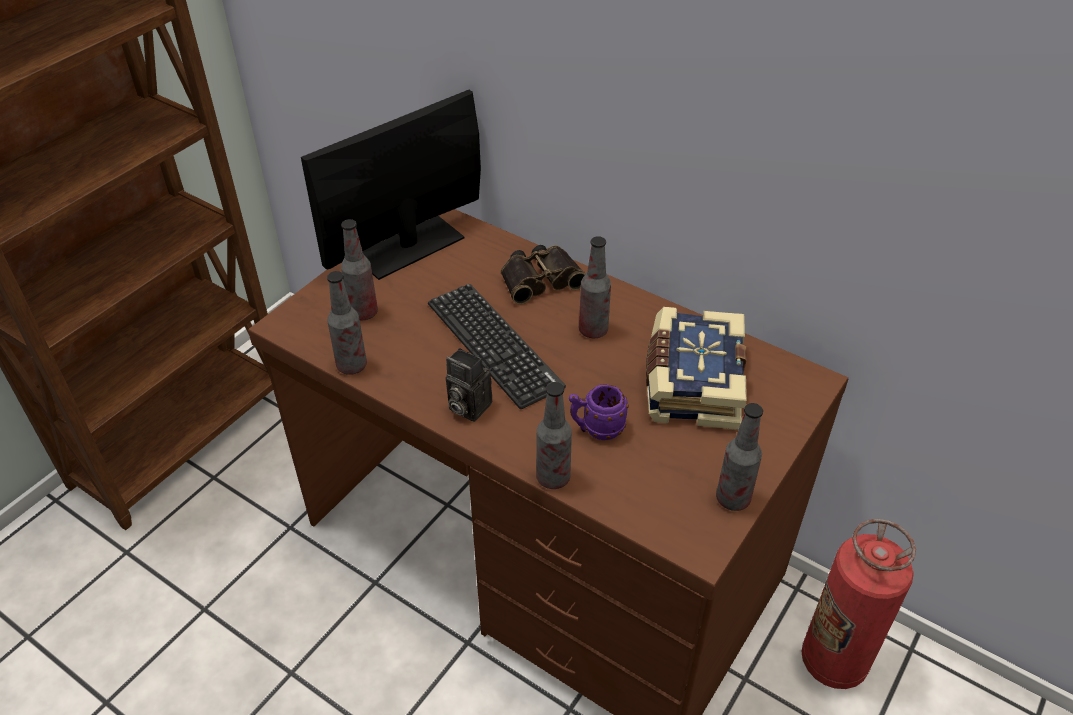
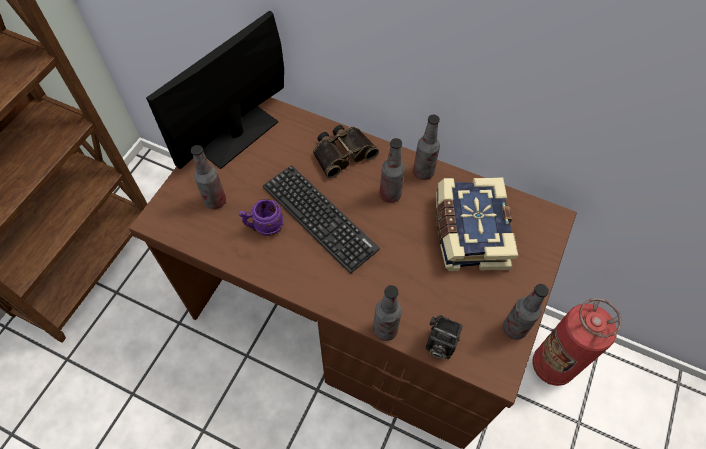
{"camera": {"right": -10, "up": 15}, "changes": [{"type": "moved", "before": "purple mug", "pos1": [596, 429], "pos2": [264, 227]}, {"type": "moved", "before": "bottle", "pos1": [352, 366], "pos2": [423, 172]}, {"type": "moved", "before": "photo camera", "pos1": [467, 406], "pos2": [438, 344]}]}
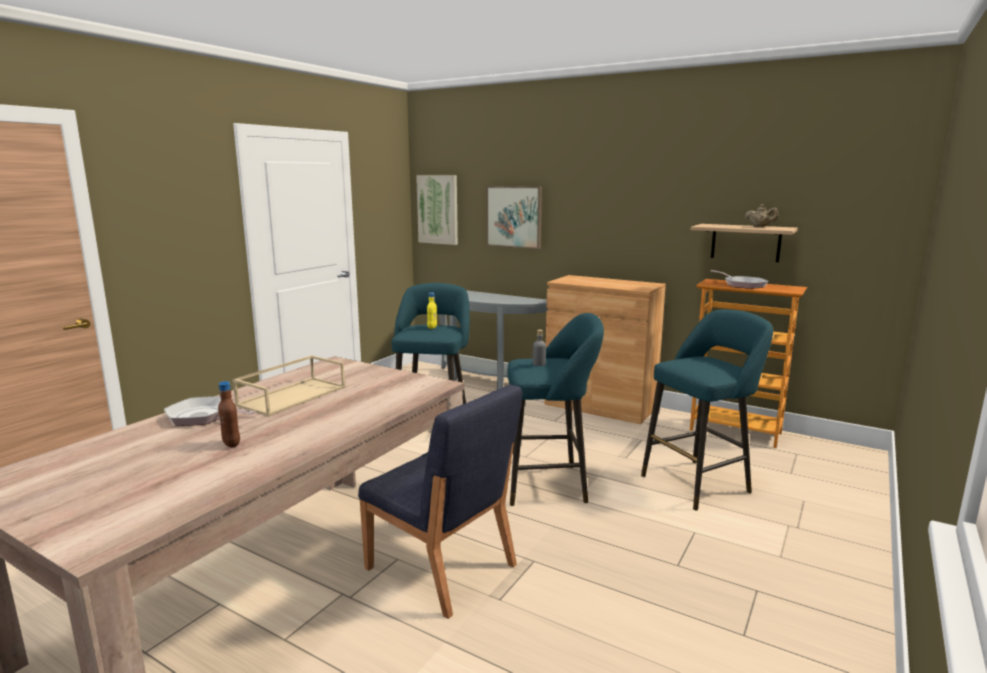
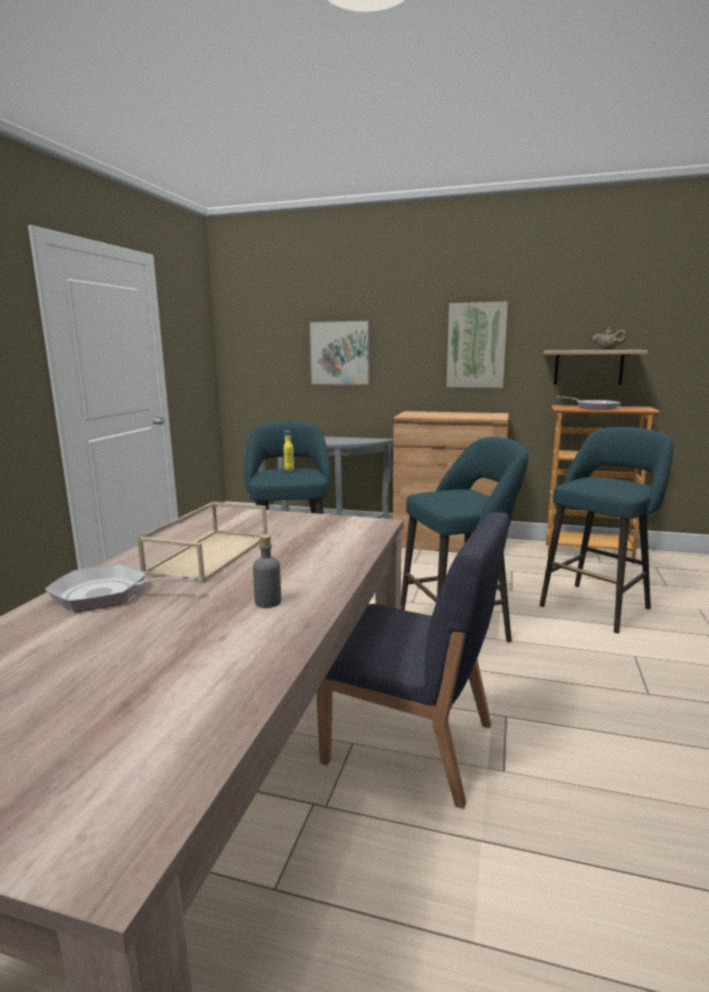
{"camera": {"right": -15, "up": 0}, "changes": [{"type": "moved", "before": "grey bottle", "pos1": [539, 364], "pos2": [268, 602]}, {"type": "moved", "before": "picture", "pos1": [438, 209], "pos2": [476, 345]}, {"type": "removed", "before": "brown bottle", "pos1": [231, 444]}]}
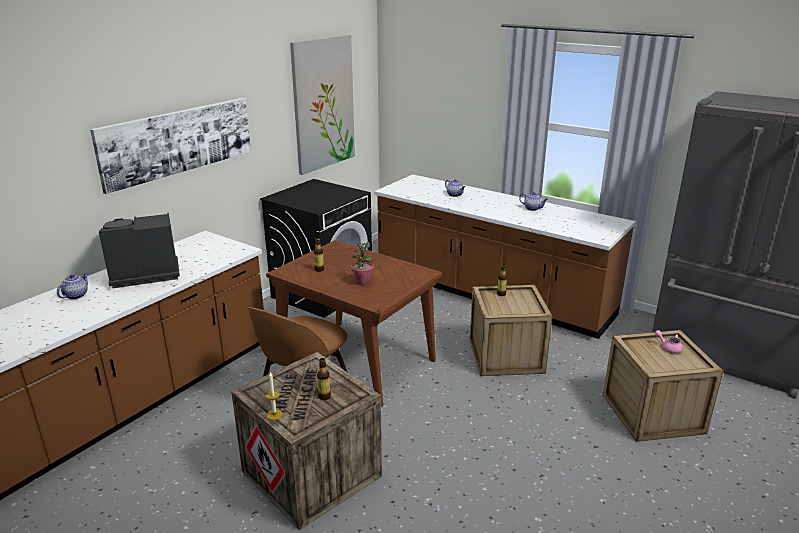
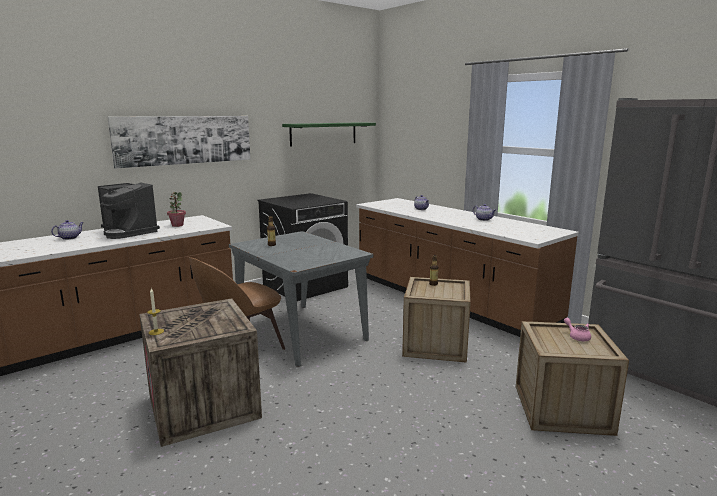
{"camera": {"right": 15, "up": -10}, "changes": [{"type": "turned", "before": "coffee machine", "pos1": [143, 275], "pos2": [129, 232], "turn": -135}, {"type": "moved", "before": "potted plant", "pos1": [362, 282], "pos2": [177, 225]}, {"type": "recoloured", "before": "brown dining table", "after": "grey dining table", "pos1": [358, 361], "pos2": [301, 332]}, {"type": "replaced", "before": "picture", "after": "green shelf", "pos1": [323, 104], "pos2": [323, 133]}, {"type": "removed", "before": "bottle", "pos1": [324, 396]}]}
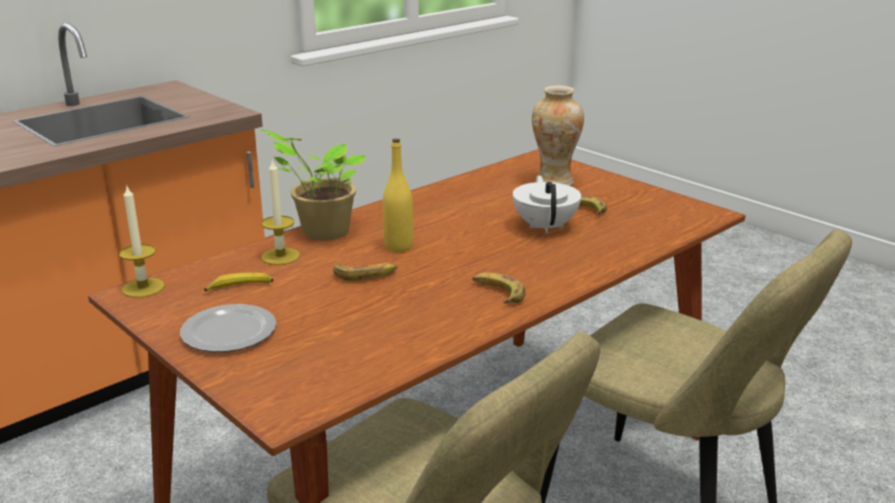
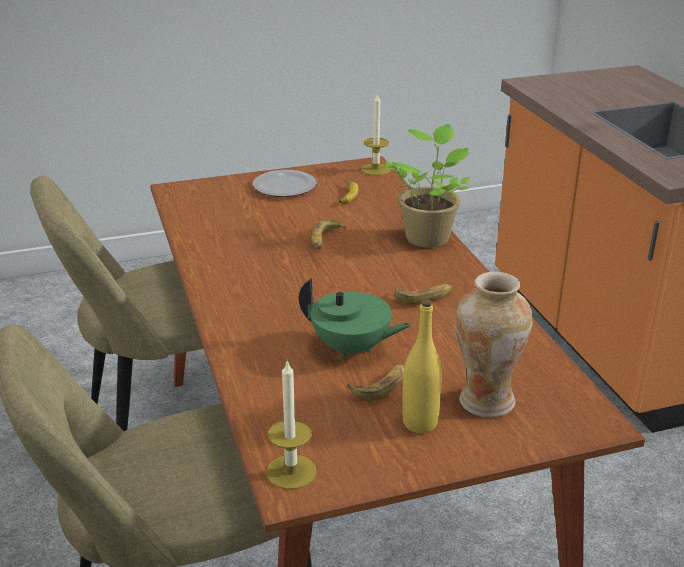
{"camera": {"right": 115, "up": 5}, "changes": [{"type": "moved", "before": "candle", "pos1": [280, 256], "pos2": [291, 472]}, {"type": "recoloured", "before": "white teapot", "after": "green teapot", "pos1": [545, 226], "pos2": [352, 348]}, {"type": "moved", "before": "banana", "pos1": [497, 293], "pos2": [424, 297]}, {"type": "moved", "before": "yellow bottle", "pos1": [398, 247], "pos2": [420, 423]}]}
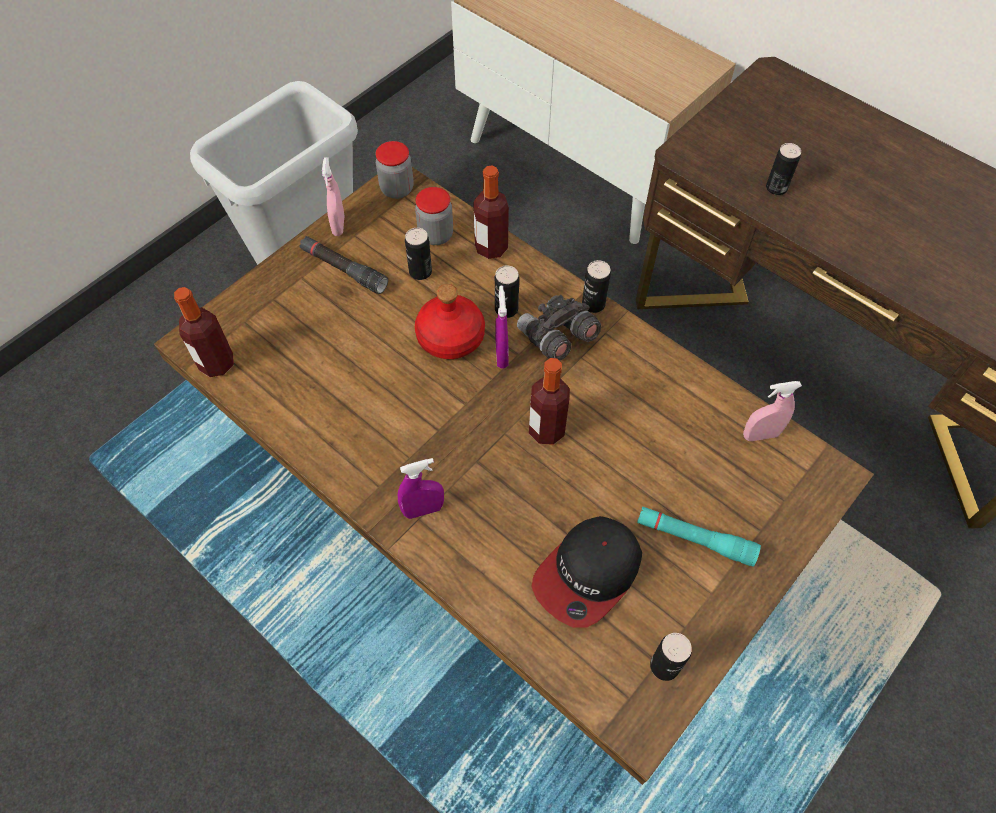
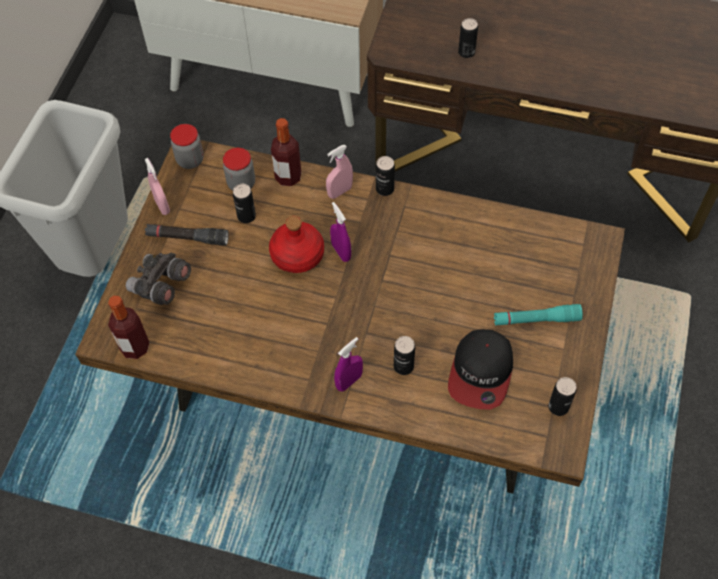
{"camera": {"right": -25, "up": 0}, "changes": [{"type": "moved", "before": "grey binoculars", "pos1": [556, 338], "pos2": [161, 286]}, {"type": "moved", "before": "pink spray bottle", "pos1": [760, 435], "pos2": [340, 192]}, {"type": "moved", "before": "can", "pos1": [506, 309], "pos2": [403, 366]}, {"type": "removed", "before": "bottle", "pos1": [546, 430]}]}
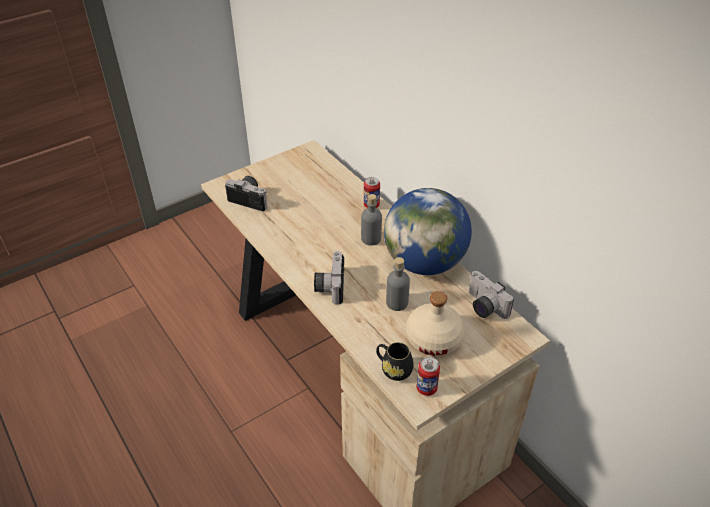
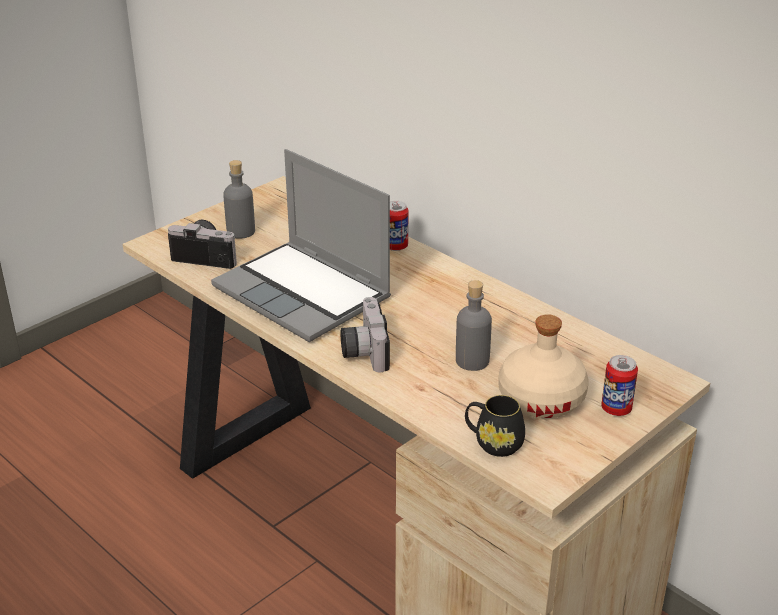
{"camera": {"right": -10, "up": -10}, "changes": [{"type": "added", "after": "laptop", "pos2": [305, 293]}, {"type": "moved", "before": "grey bottle", "pos1": [371, 238], "pos2": [241, 231]}, {"type": "moved", "before": "can", "pos1": [426, 388], "pos2": [616, 409]}, {"type": "removed", "before": "globe", "pos1": [424, 262]}, {"type": "removed", "before": "photo camera", "pos1": [483, 306]}]}
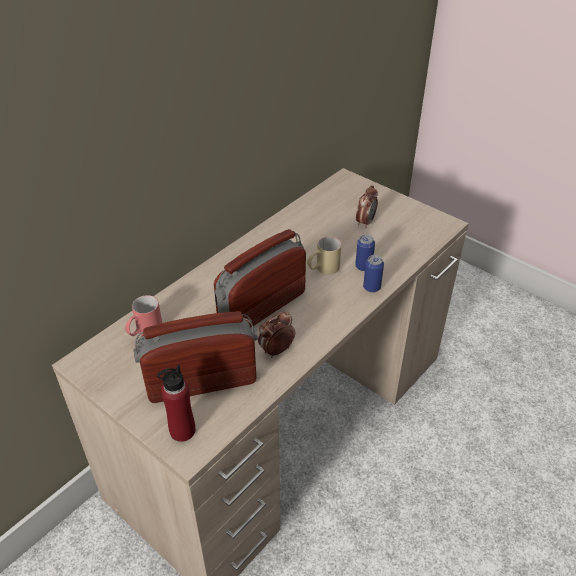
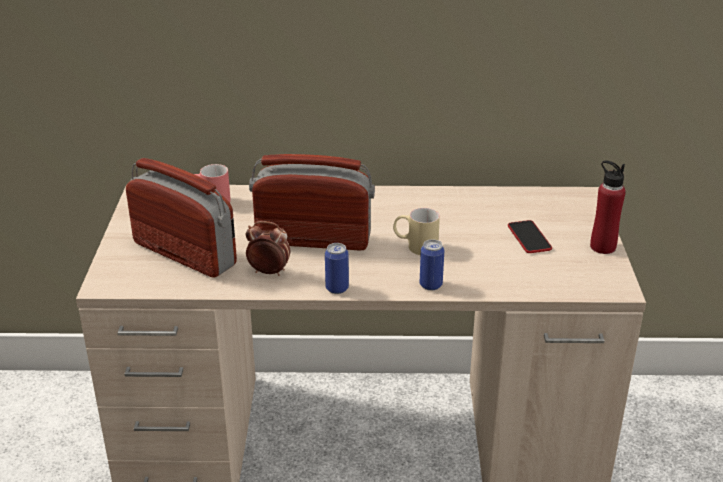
{"camera": {"right": 50, "up": -10}, "changes": [{"type": "moved", "before": "can", "pos1": [363, 266], "pos2": [337, 288]}, {"type": "replaced", "before": "alarm clock", "after": "phone", "pos1": [365, 222], "pos2": [529, 238]}, {"type": "moved", "before": "red bottle", "pos1": [182, 431], "pos2": [602, 247]}]}
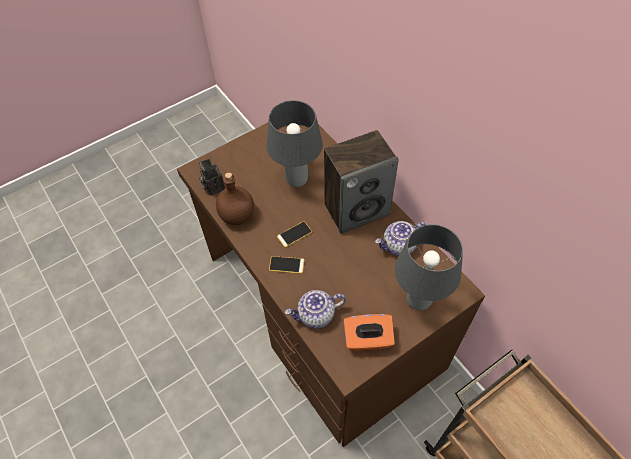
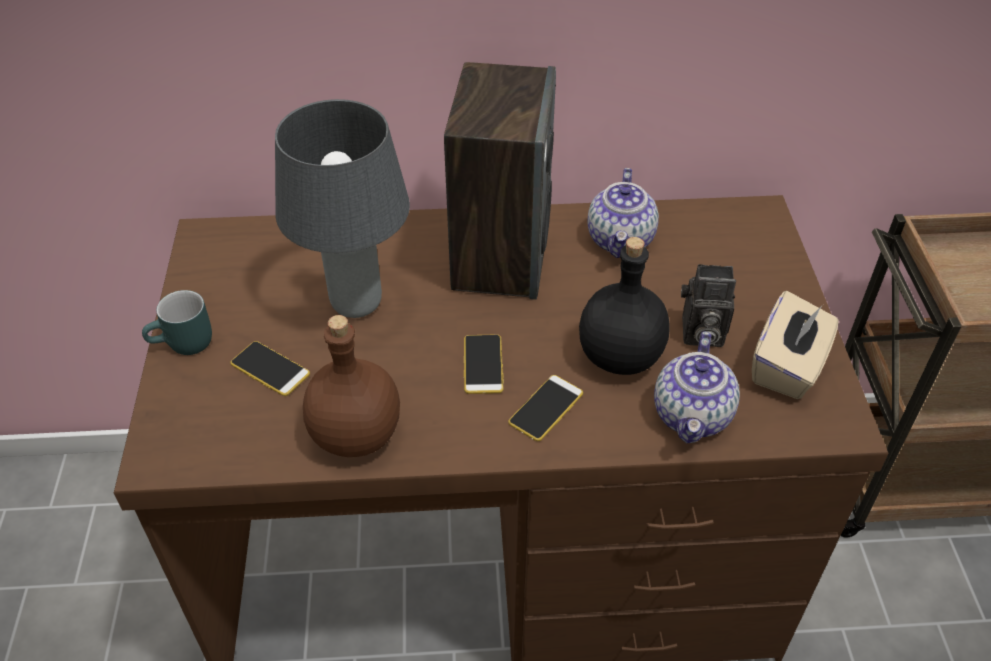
{"camera": {"right": -60, "up": -10}, "changes": [{"type": "added", "after": "turquoise mug", "pos2": [184, 345]}, {"type": "added", "after": "phone", "pos2": [270, 369]}, {"type": "added", "after": "black bottle", "pos2": [618, 356]}, {"type": "moved", "before": "photo camera", "pos1": [213, 186], "pos2": [700, 334]}, {"type": "recoloured", "before": "orange tissue box", "after": "beige tissue box", "pos1": [367, 340], "pos2": [788, 367]}, {"type": "removed", "before": "grey table lamp", "pos1": [418, 301]}]}
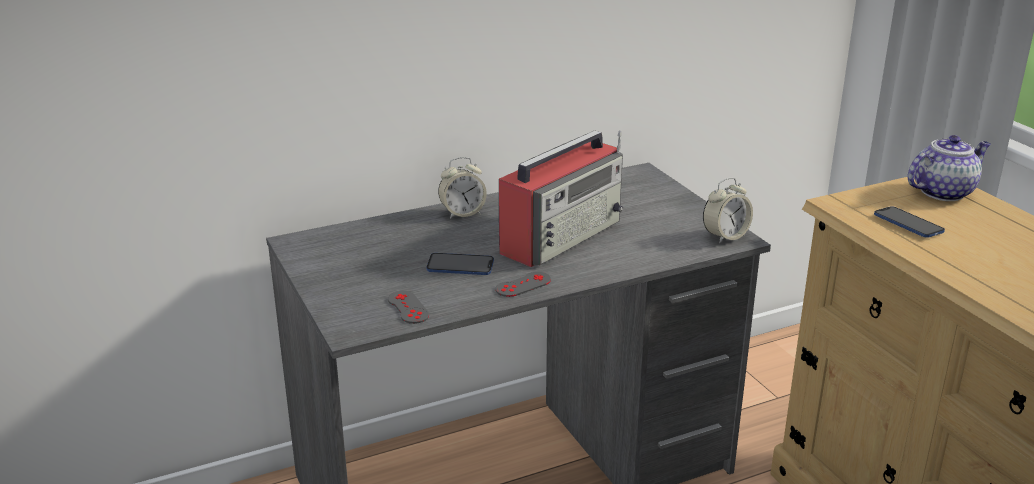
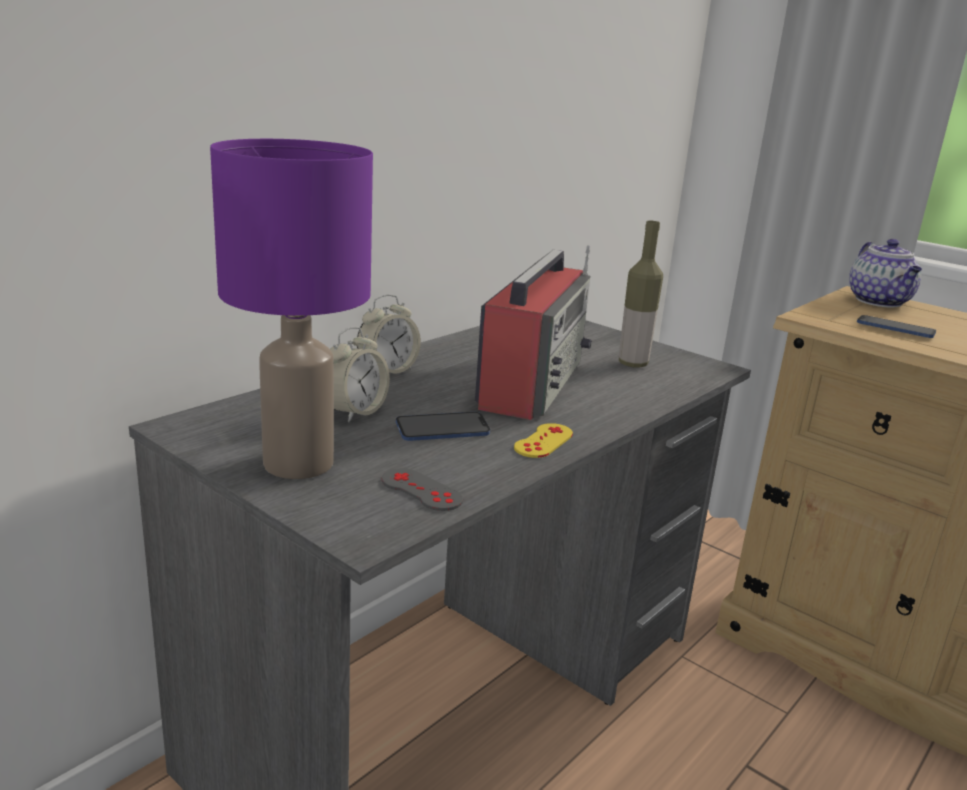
{"camera": {"right": -25, "up": -5}, "changes": [{"type": "added", "after": "purple table lamp", "pos2": [298, 464]}, {"type": "moved", "before": "alarm clock", "pos1": [725, 236], "pos2": [355, 412]}, {"type": "recoloured", "before": "grey game controller", "after": "yellow game controller", "pos1": [523, 285], "pos2": [543, 441]}, {"type": "added", "after": "bottle", "pos2": [633, 364]}, {"type": "turned", "before": "teapot", "pos1": [943, 192], "pos2": [880, 302], "turn": 135}]}
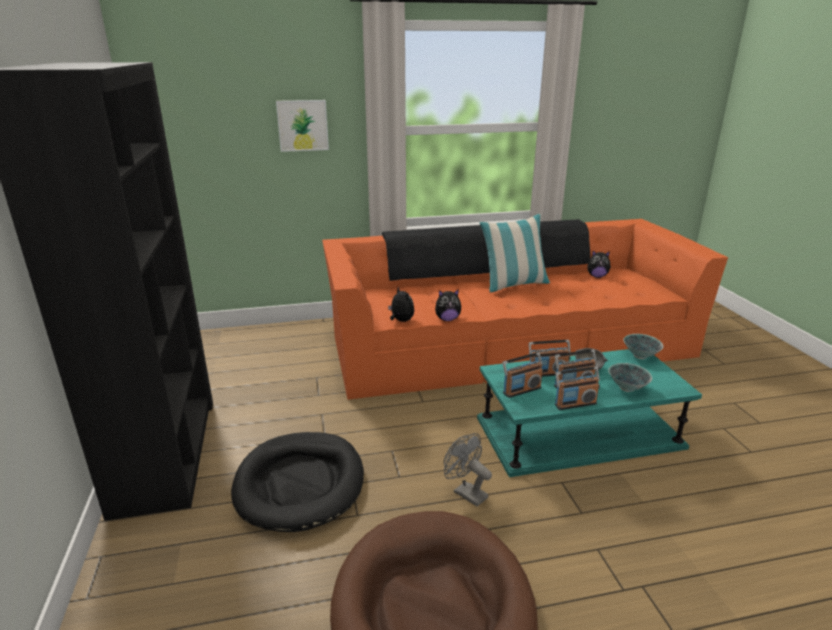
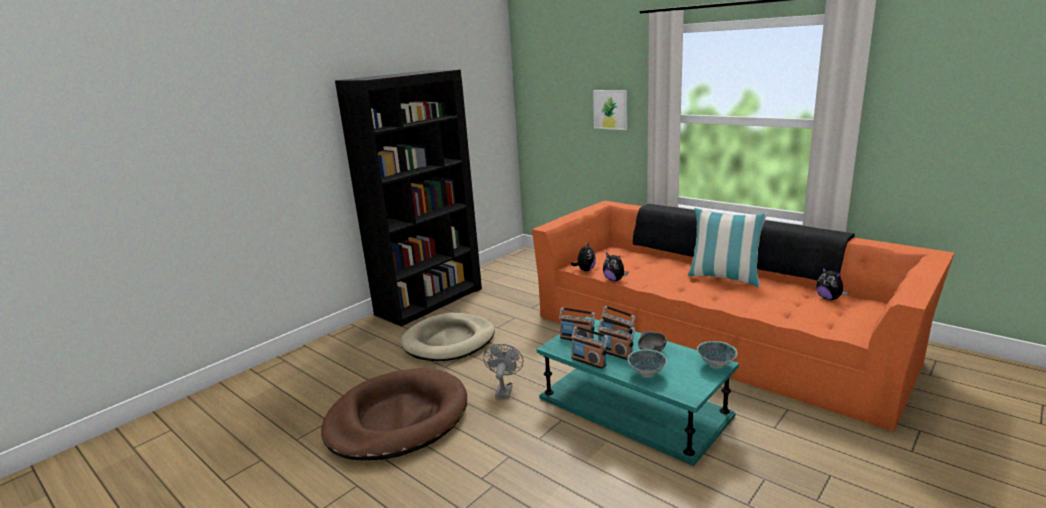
{"camera": {"right": 55, "up": -5}, "changes": [{"type": "recoloured", "before": "black dog bed", "after": "beige dog bed", "pos1": [300, 484], "pos2": [449, 341]}]}
